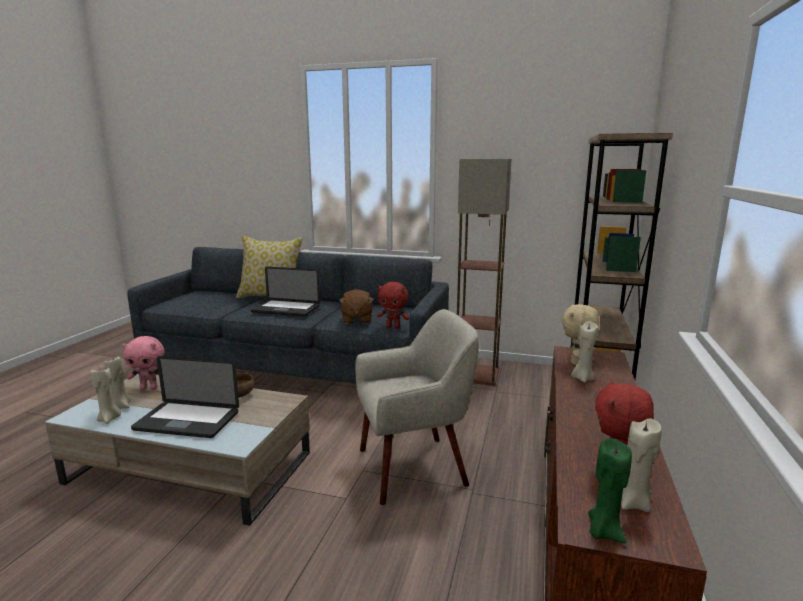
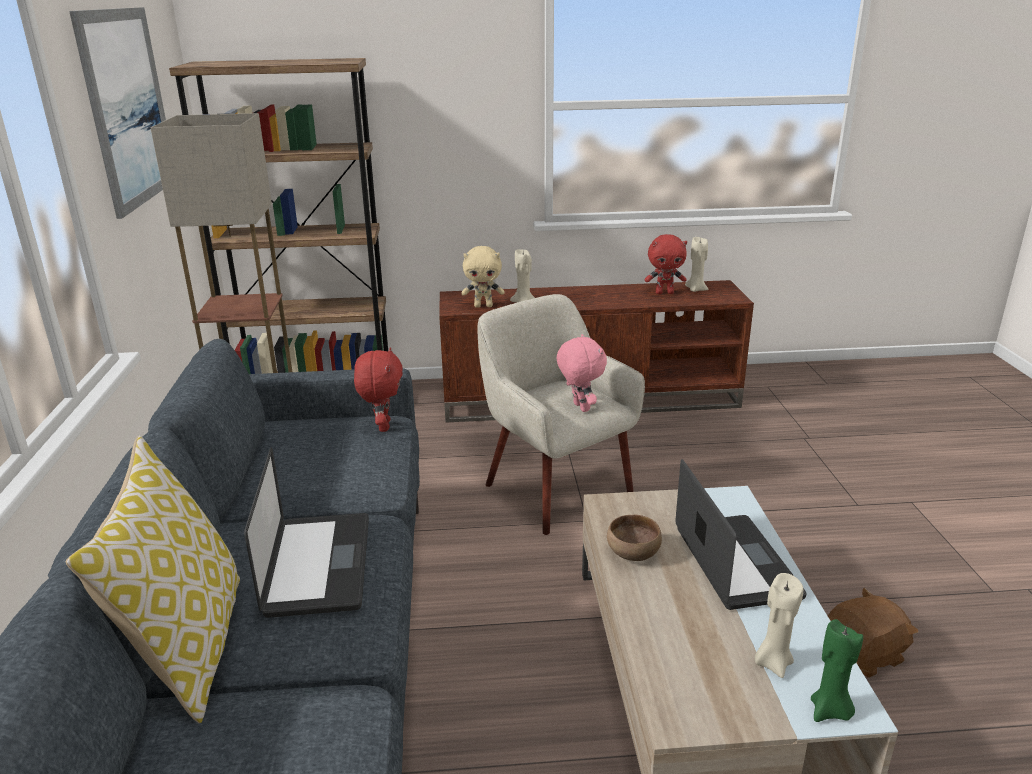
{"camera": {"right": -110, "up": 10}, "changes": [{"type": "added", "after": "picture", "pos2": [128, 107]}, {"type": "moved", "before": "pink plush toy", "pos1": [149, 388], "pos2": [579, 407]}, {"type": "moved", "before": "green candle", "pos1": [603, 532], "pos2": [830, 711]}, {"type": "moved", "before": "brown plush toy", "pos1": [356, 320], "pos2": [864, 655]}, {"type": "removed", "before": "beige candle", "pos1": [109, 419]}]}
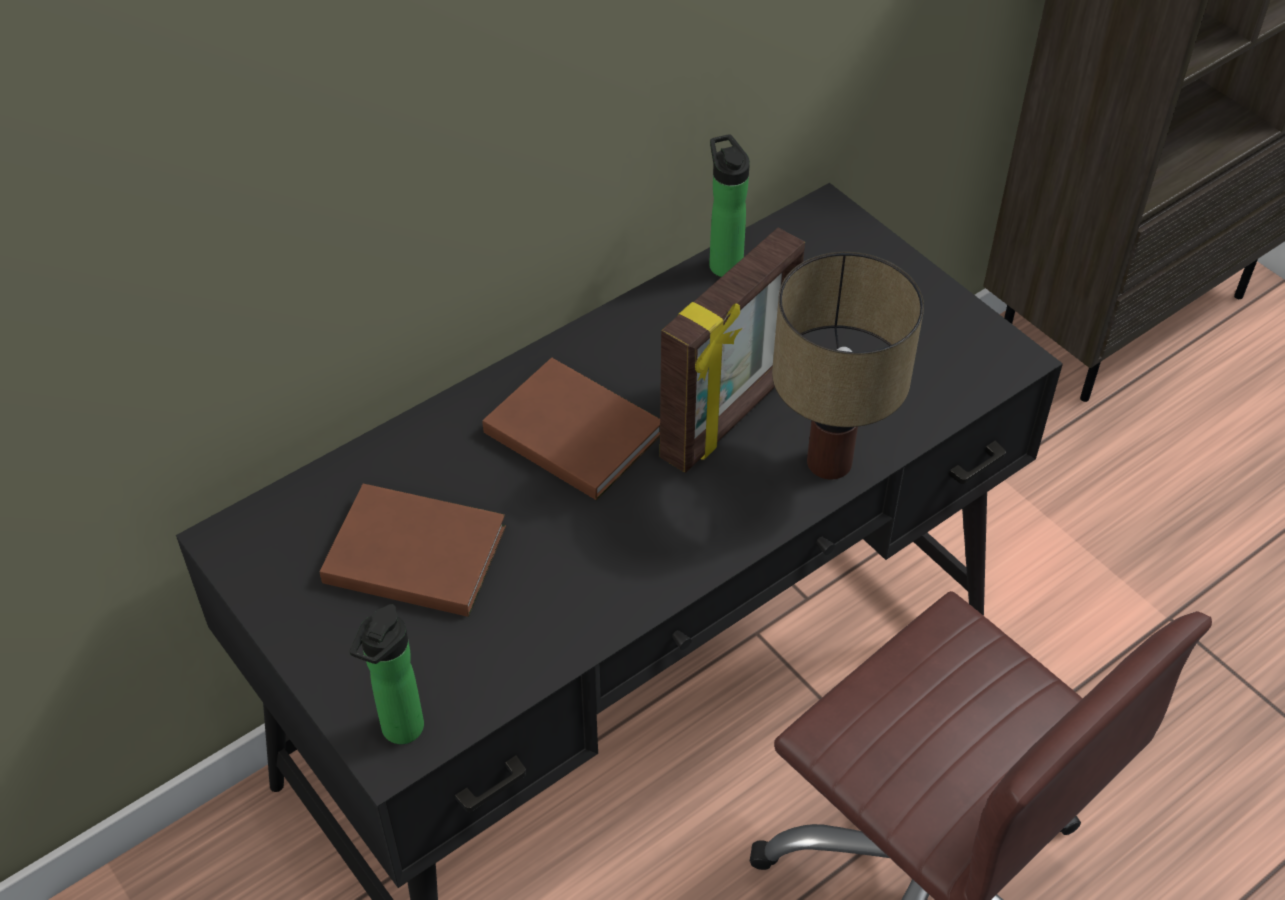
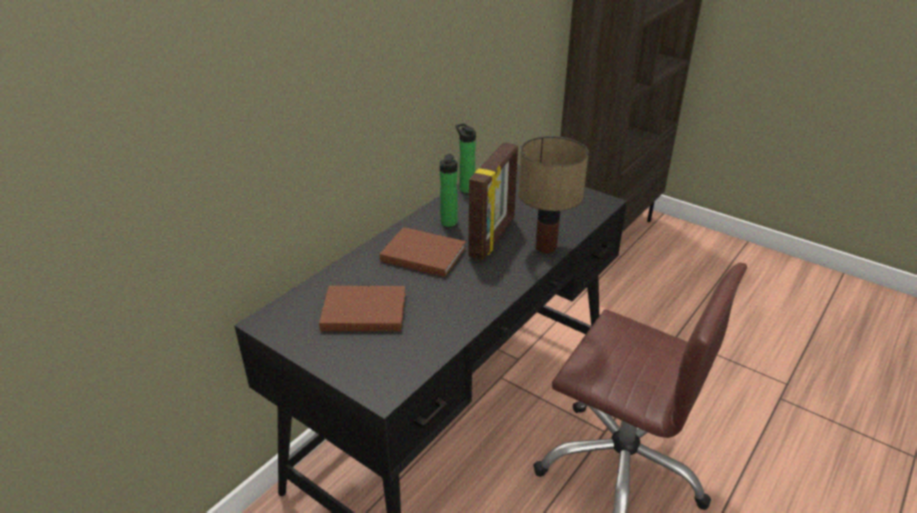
{"camera": {"right": -15, "up": -15}, "changes": [{"type": "moved", "before": "bottle", "pos1": [399, 732], "pos2": [448, 224]}]}
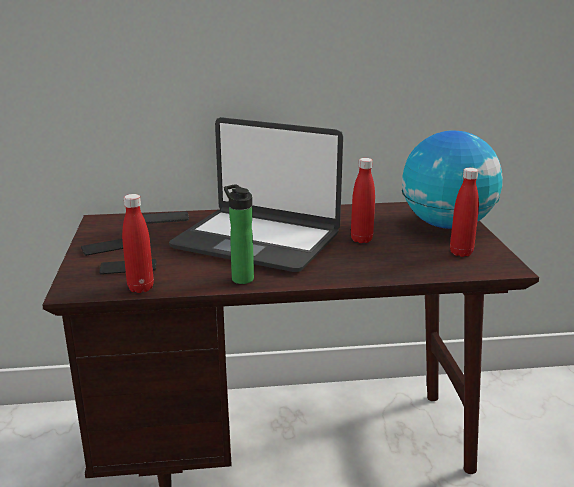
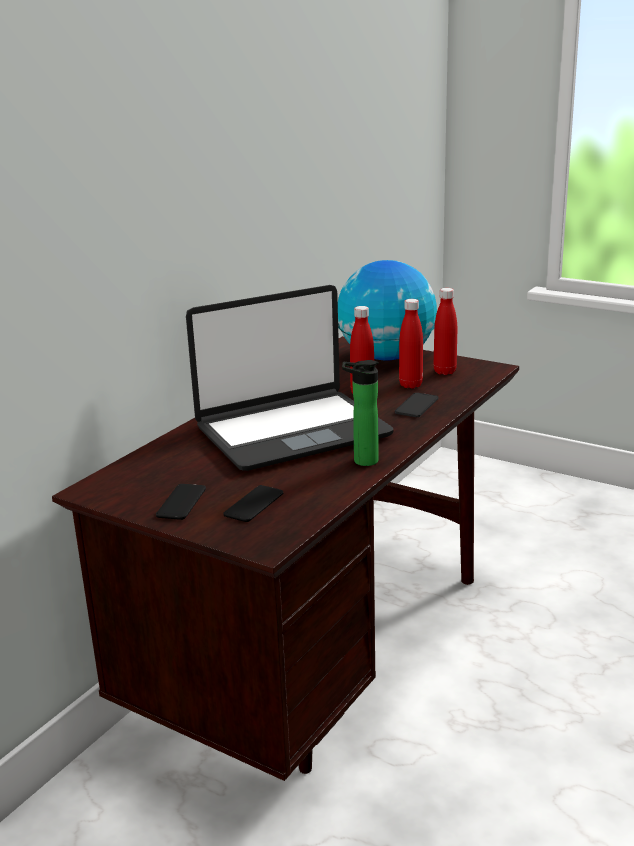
{"camera": {"right": -50, "up": 0}, "changes": [{"type": "moved", "before": "phone", "pos1": [165, 218], "pos2": [416, 406]}, {"type": "moved", "before": "red bottle", "pos1": [141, 288], "pos2": [410, 385]}]}
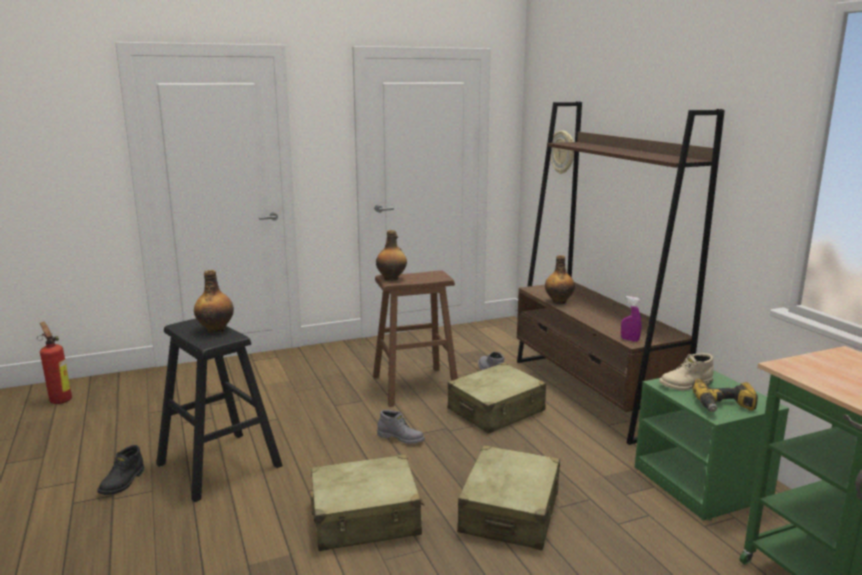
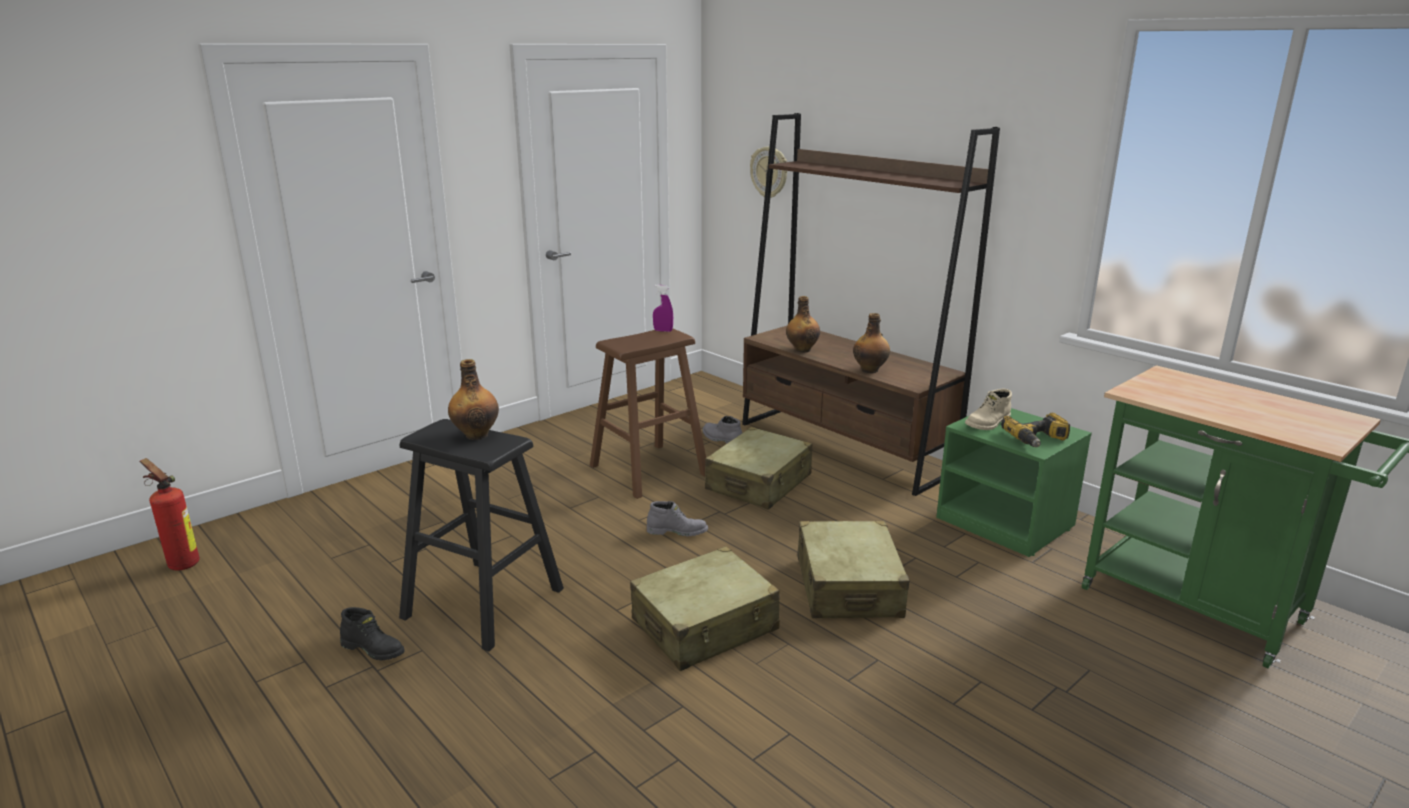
{"camera": {"right": -20, "up": 5}, "changes": [{"type": "turned", "before": "black boot", "pos1": [123, 483], "pos2": [374, 649], "turn": -60}, {"type": "moved", "before": "purple spray bottle", "pos1": [629, 340], "pos2": [663, 331]}, {"type": "moved", "before": "bottle", "pos1": [391, 279], "pos2": [870, 370]}]}
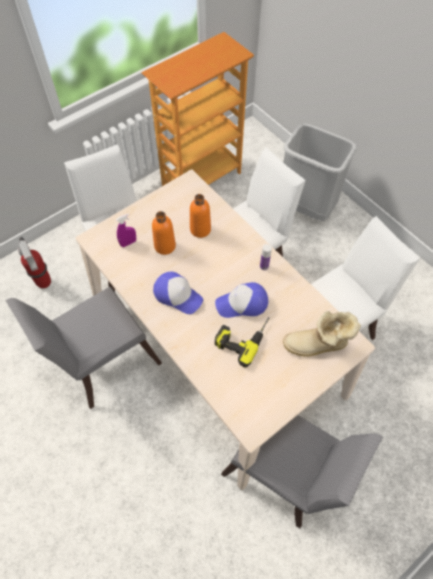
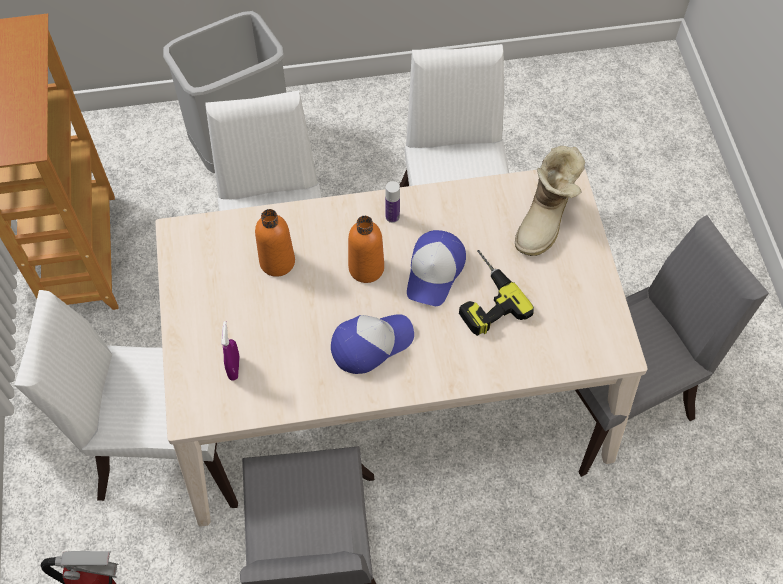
{"camera": {"right": -60, "up": 0}, "changes": [{"type": "moved", "before": "orange bottle", "pos1": [165, 246], "pos2": [366, 268]}]}
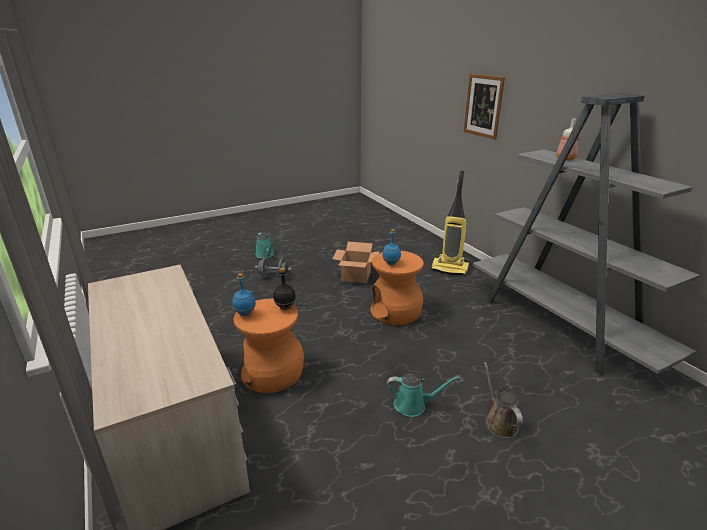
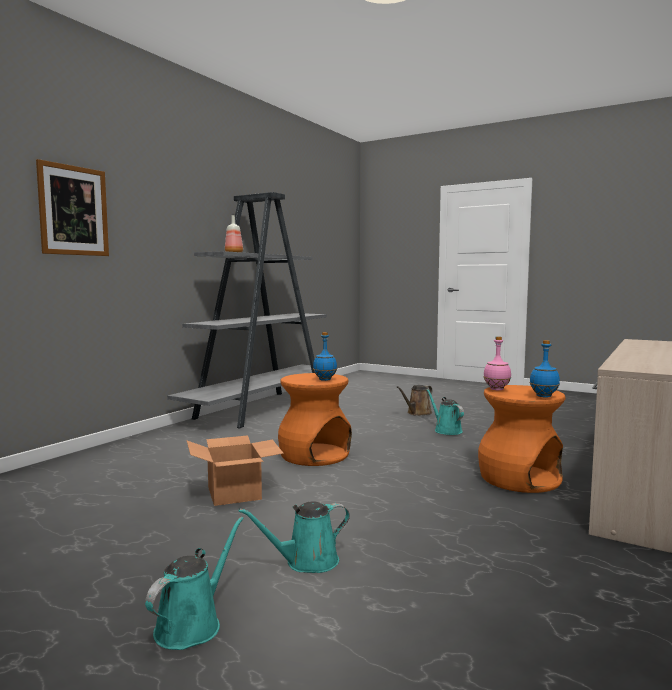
{"camera": {"right": -120, "up": -20}, "changes": [{"type": "replaced", "before": "grey dumbbell", "after": "turquoise watering can", "pos1": [274, 277], "pos2": [307, 562]}, {"type": "recoloured", "before": "black bottle", "after": "pink bottle", "pos1": [285, 307], "pos2": [496, 389]}, {"type": "removed", "before": "vacuum cleaner", "pos1": [450, 268]}]}
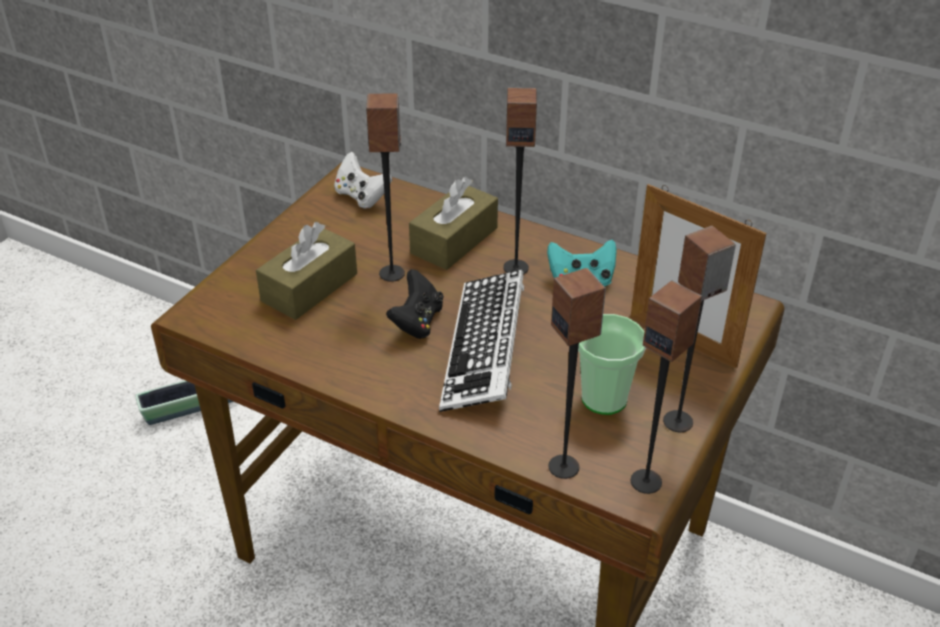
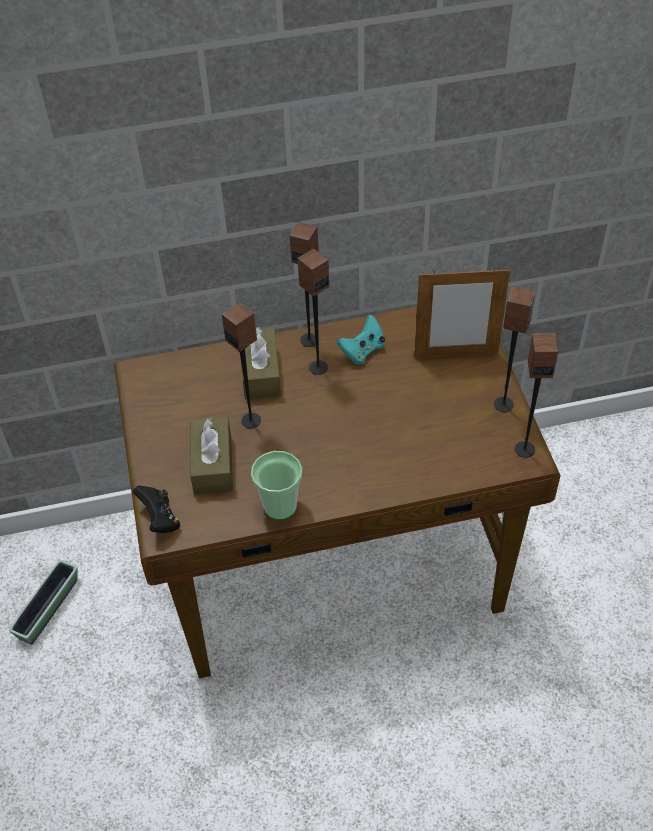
{"camera": {"right": -40, "up": 10}, "changes": [{"type": "moved", "before": "black game controller", "pos1": [417, 322], "pos2": [160, 519]}, {"type": "moved", "before": "cup", "pos1": [604, 398], "pos2": [280, 506]}, {"type": "moved", "before": "speaker", "pos1": [564, 466], "pos2": [309, 340]}, {"type": "removed", "before": "white game controller", "pos1": [361, 196]}, {"type": "removed", "before": "keyboard", "pos1": [484, 348]}]}
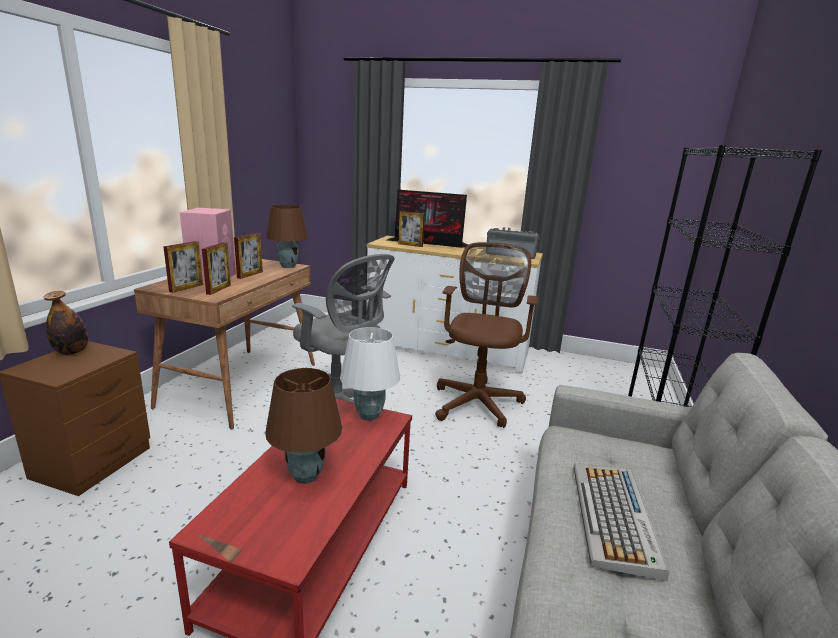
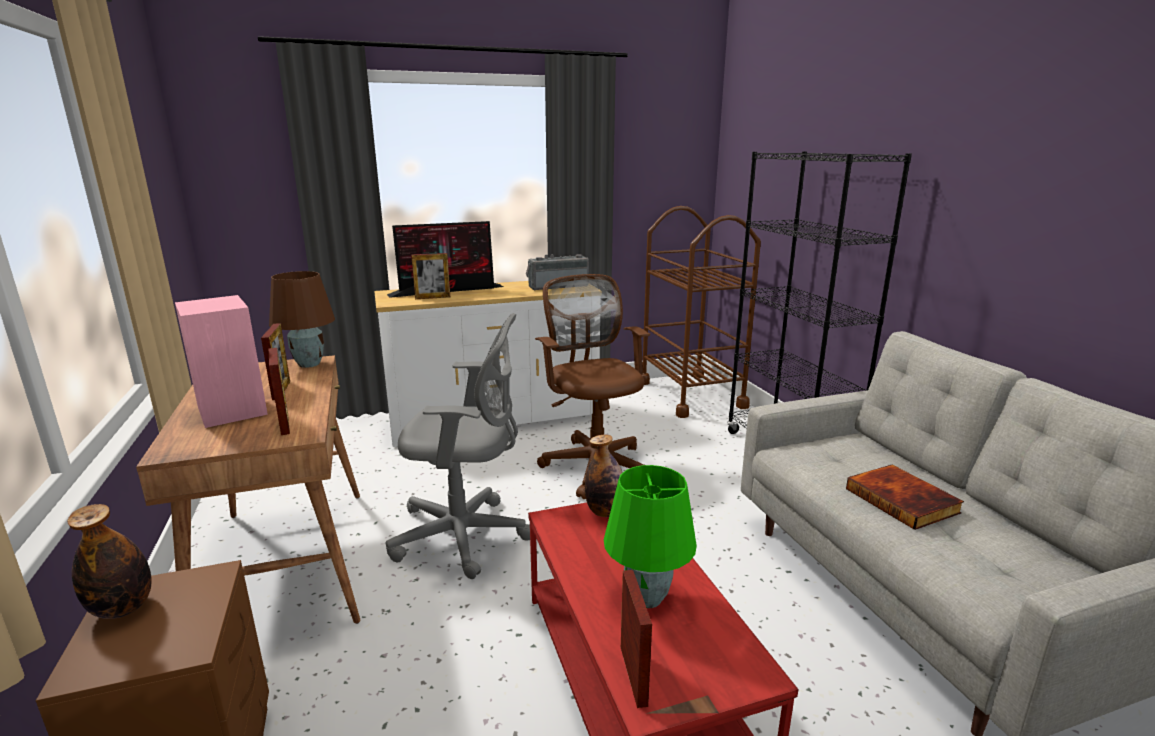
{"camera": {"right": -35, "up": 0}, "changes": [{"type": "replaced", "before": "white table lamp", "after": "bottle", "pos1": [369, 416], "pos2": [605, 512]}, {"type": "recoloured", "before": "brown table lamp", "after": "green table lamp", "pos1": [305, 475], "pos2": [646, 598]}, {"type": "moved", "before": "picture frame", "pos1": [186, 288], "pos2": [633, 675]}, {"type": "added", "after": "brown cart", "pos2": [691, 394]}, {"type": "replaced", "before": "keyboard", "after": "book", "pos1": [614, 517], "pos2": [903, 500]}]}
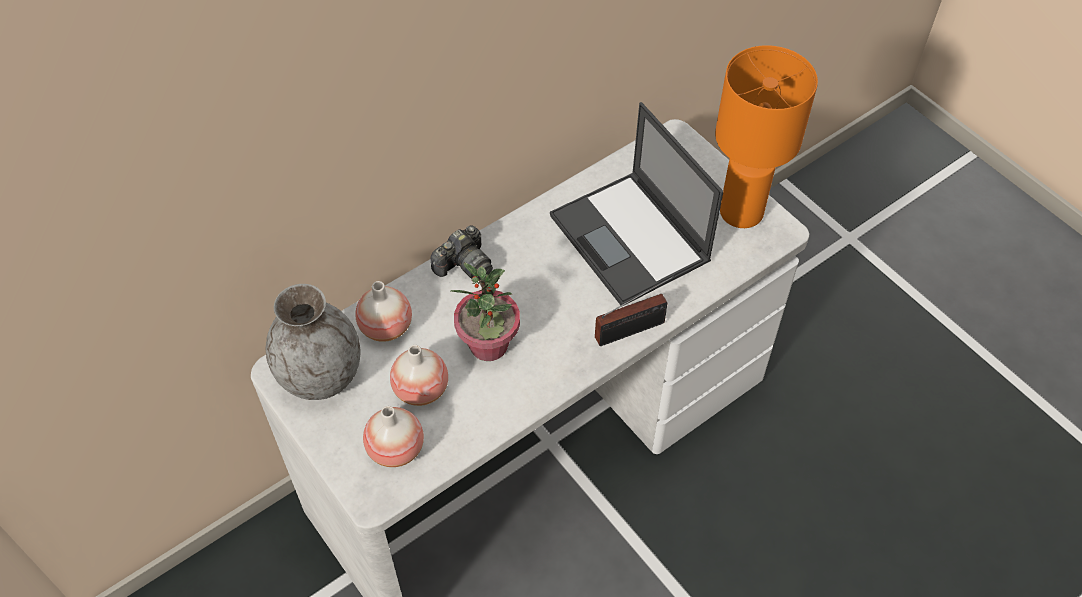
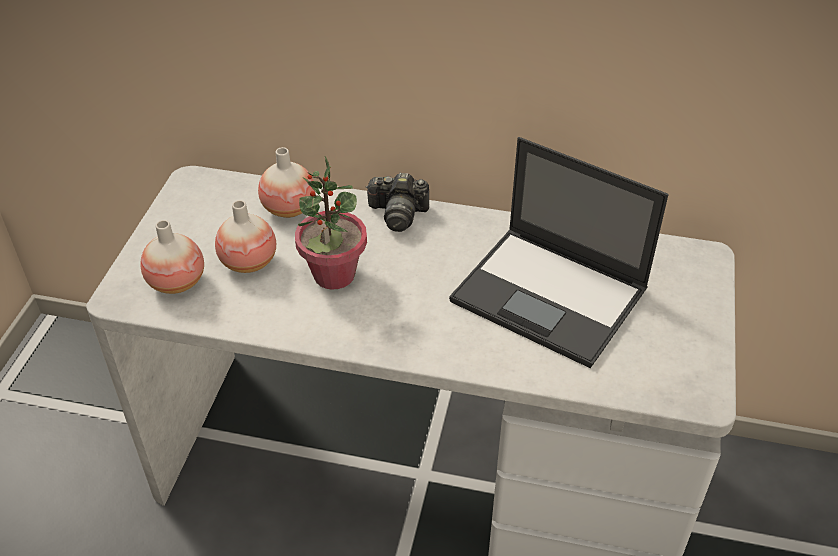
{"camera": {"right": 50, "up": -10}, "changes": [{"type": "turned", "before": "laptop", "pos1": [631, 239], "pos2": [551, 296], "turn": -75}, {"type": "removed", "before": "grey vase", "pos1": [321, 375]}, {"type": "removed", "before": "radio", "pos1": [634, 329]}, {"type": "removed", "before": "orange table lamp", "pos1": [741, 213]}]}
